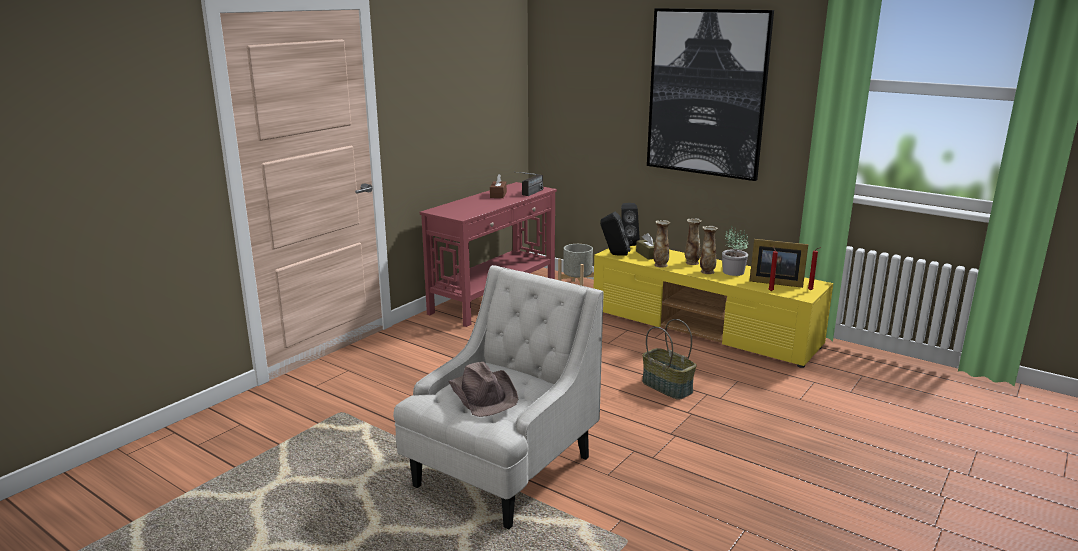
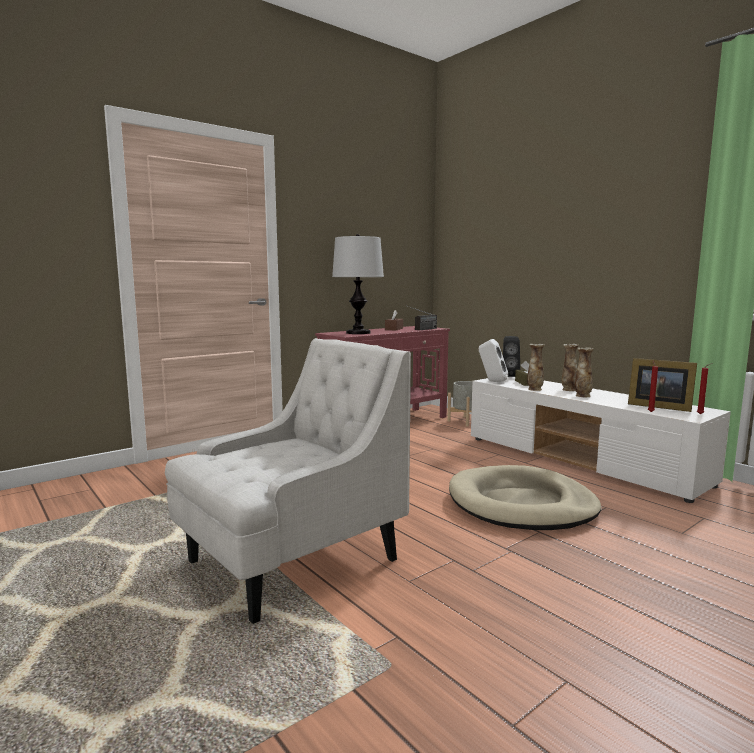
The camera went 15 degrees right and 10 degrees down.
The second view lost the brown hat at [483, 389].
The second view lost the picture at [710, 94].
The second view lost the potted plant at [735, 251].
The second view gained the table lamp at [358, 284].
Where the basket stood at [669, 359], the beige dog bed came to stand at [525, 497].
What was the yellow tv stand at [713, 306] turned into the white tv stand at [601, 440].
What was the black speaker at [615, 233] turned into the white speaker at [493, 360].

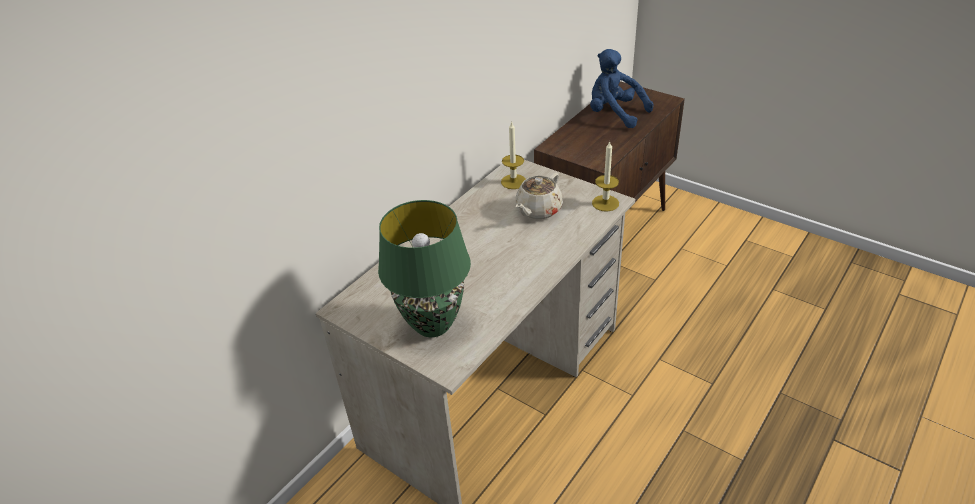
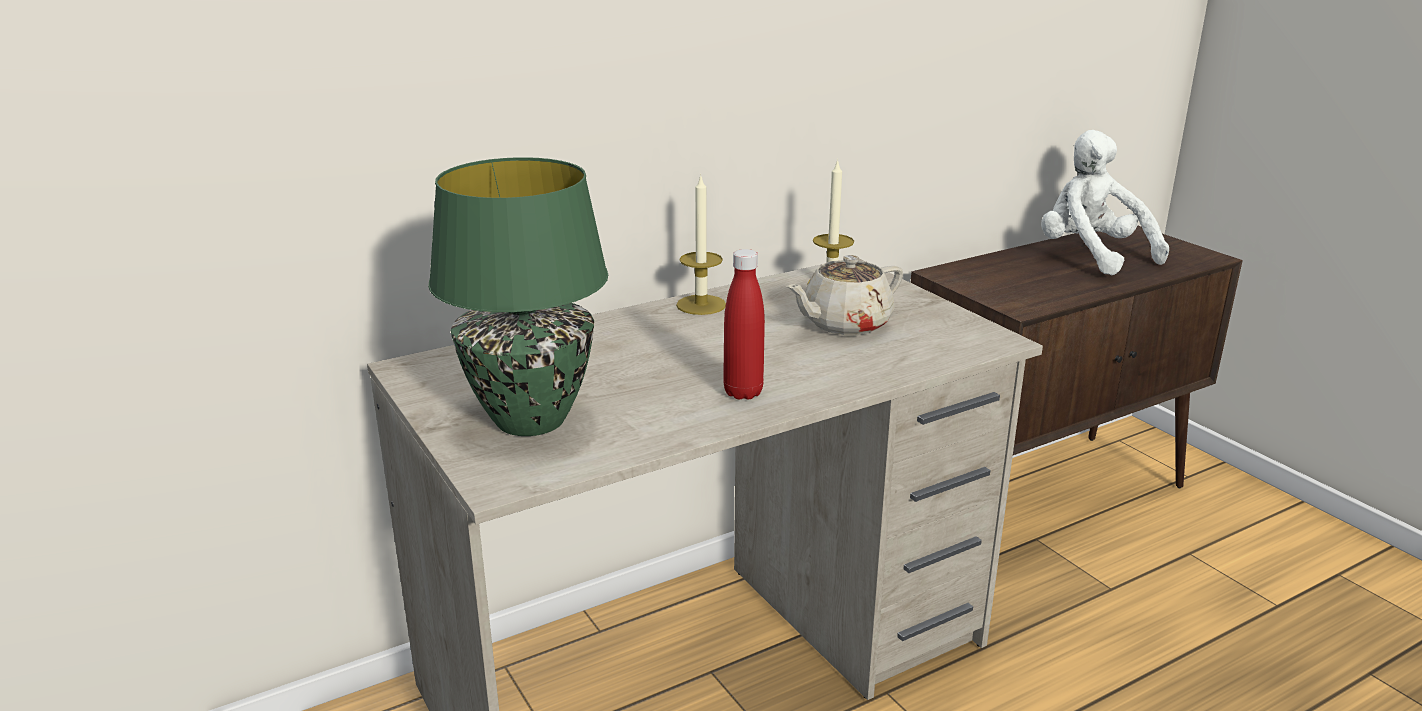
The camera went 20 degrees right and 15 degrees down.
The second view gained the red bottle at [744, 324].
The candle ended up elsewhere, having gone from [605, 176] to [701, 244].
What was the blue plush toy at [621, 88] turned into the white plush toy at [1105, 202].

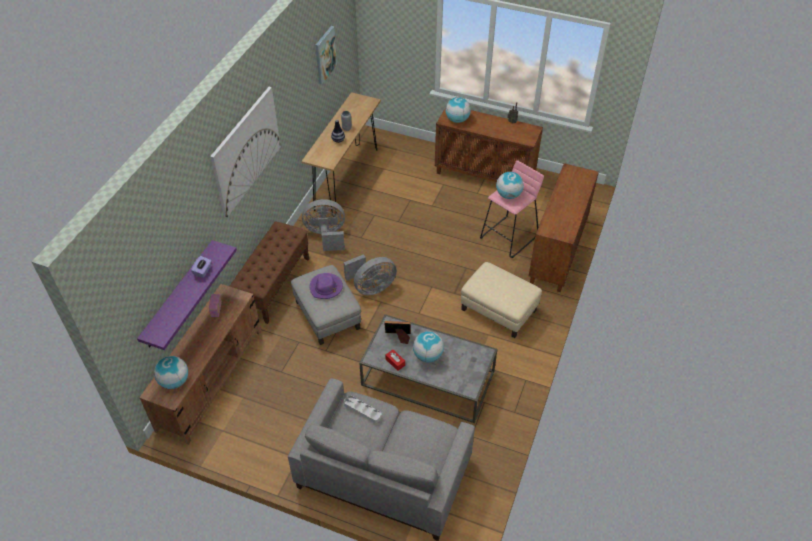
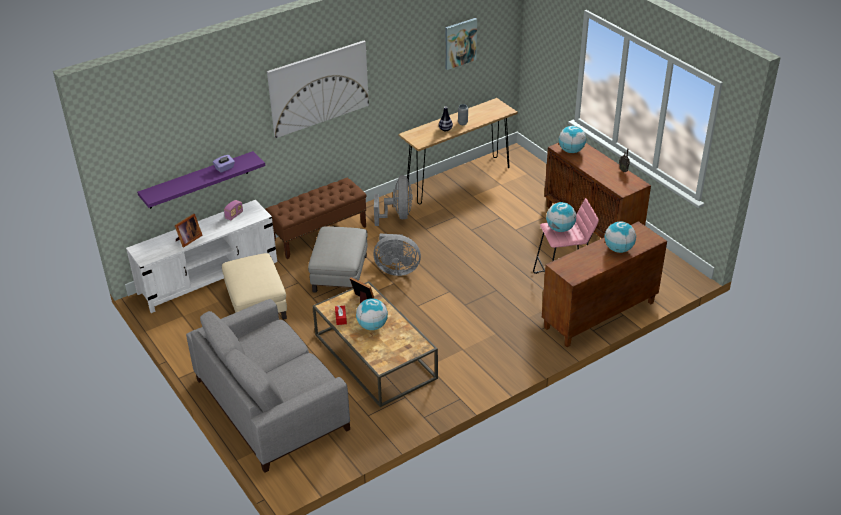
The camera went 35 degrees right and 10 degrees down.
The second view lost the purple hat at [326, 286].
The second view lost the grey tray at [363, 409].
The second view gained the picture frame at [189, 230].
The globe ended up elsewhere, having gone from [171, 372] to [620, 237].
The beige ottoman ended up elsewhere, having gone from [501, 300] to [254, 286].
What was the brown tv stand at [200, 364] turned into the white tv stand at [201, 256].
What was the grey coffee table at [428, 368] turned into the brown coffee table at [375, 344].
The grey fan at [323, 225] ended up facing another way, 60 degrees clockwise from before.

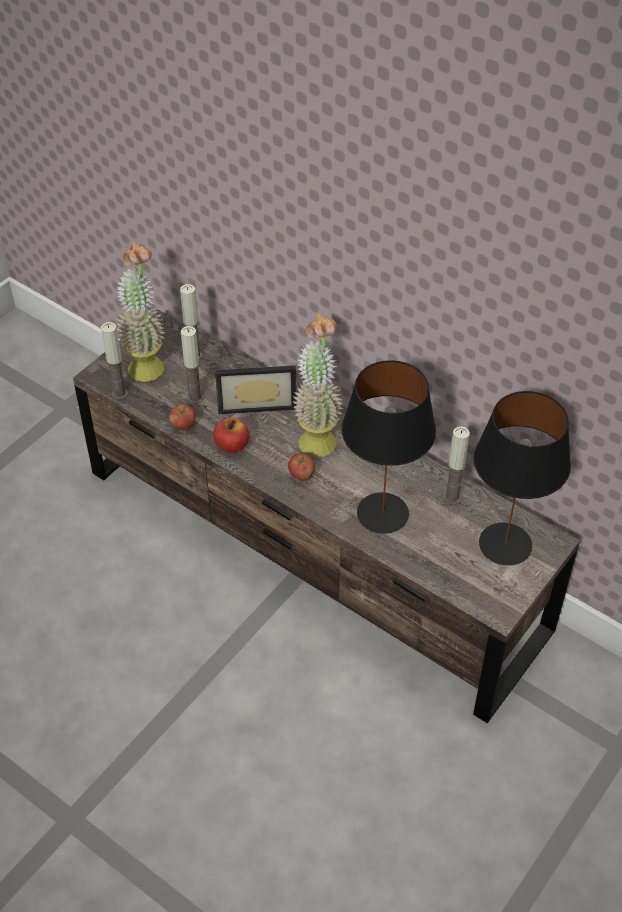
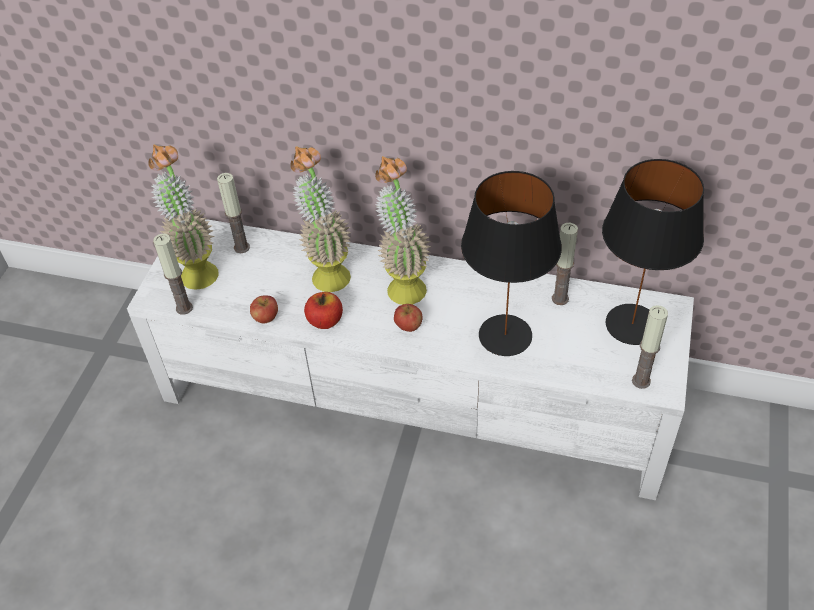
The camera went 20 degrees left and 0 degrees up.
The candle ended up elsewhere, having gone from [192, 365] to [650, 347].
Where the picture frame stood at [256, 390], the potted plant came to stand at [320, 219].
What was the brown tv stand at [326, 516] turned into the white tv stand at [410, 359].

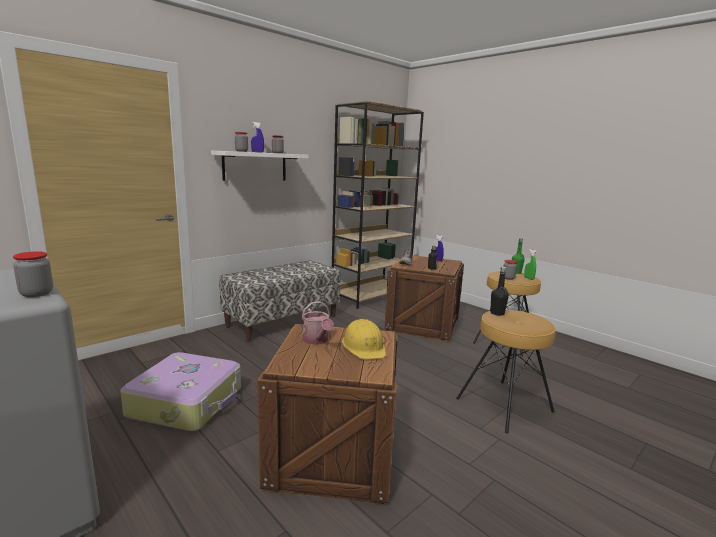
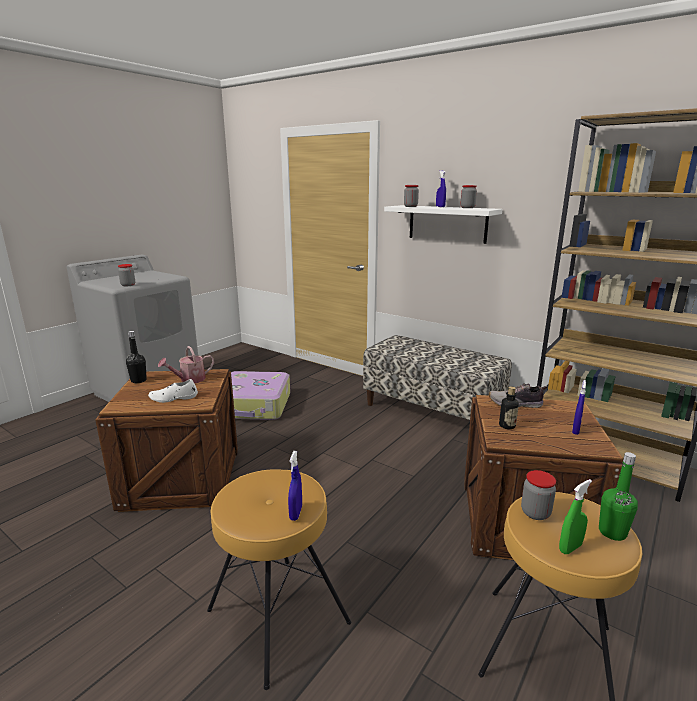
The camera went 80 degrees right and 5 degrees up.
The second view gained the blue spray bottle at [295, 486].
The black bottle ended up elsewhere, having gone from [499, 291] to [136, 357].
Where the yellow hard hat stood at [364, 339], the white shoe came to stand at [173, 391].

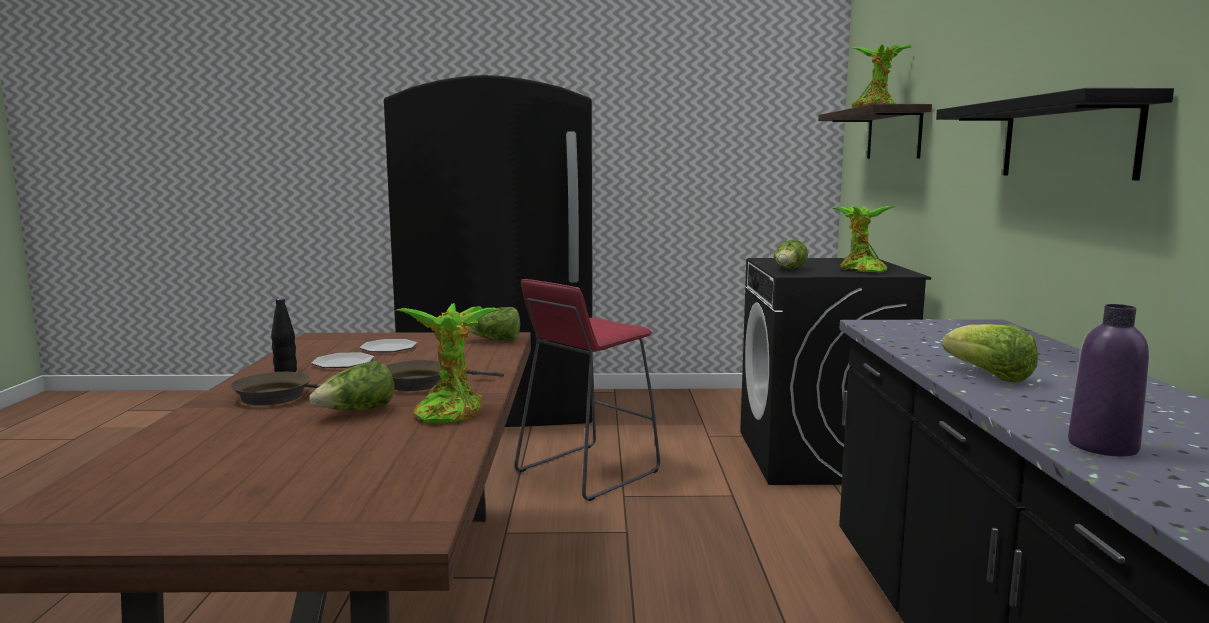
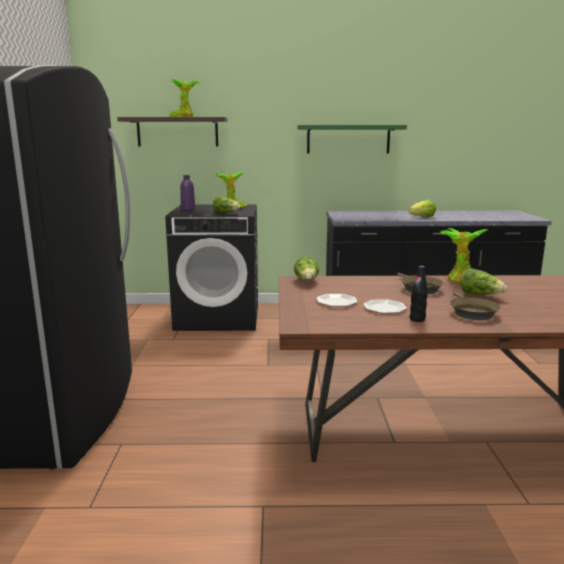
The camera went 90 degrees left and 5 degrees up.
The second view lost the red stool at [587, 390].
The purple bottle ended up elsewhere, having gone from [1108, 380] to [187, 192].
What was the black shelf at [1055, 134] turned into the green shelf at [352, 139].

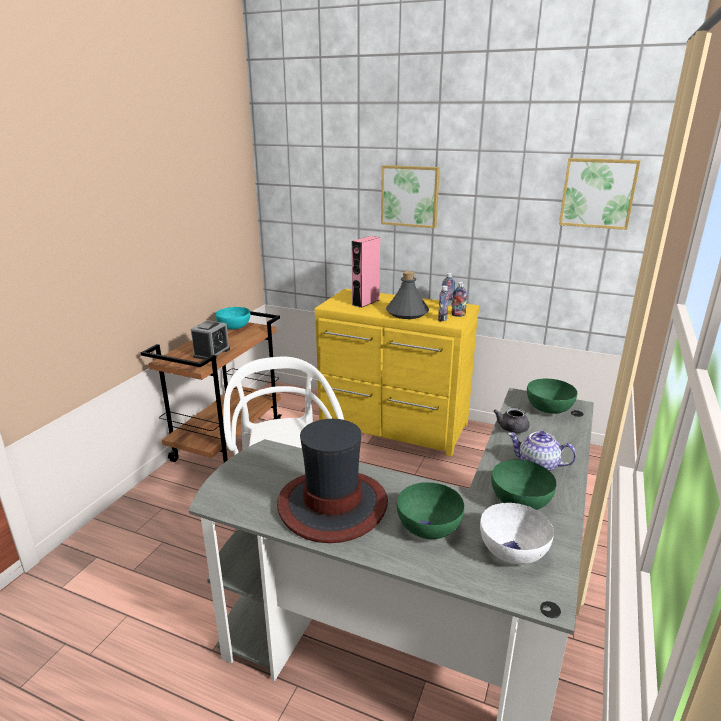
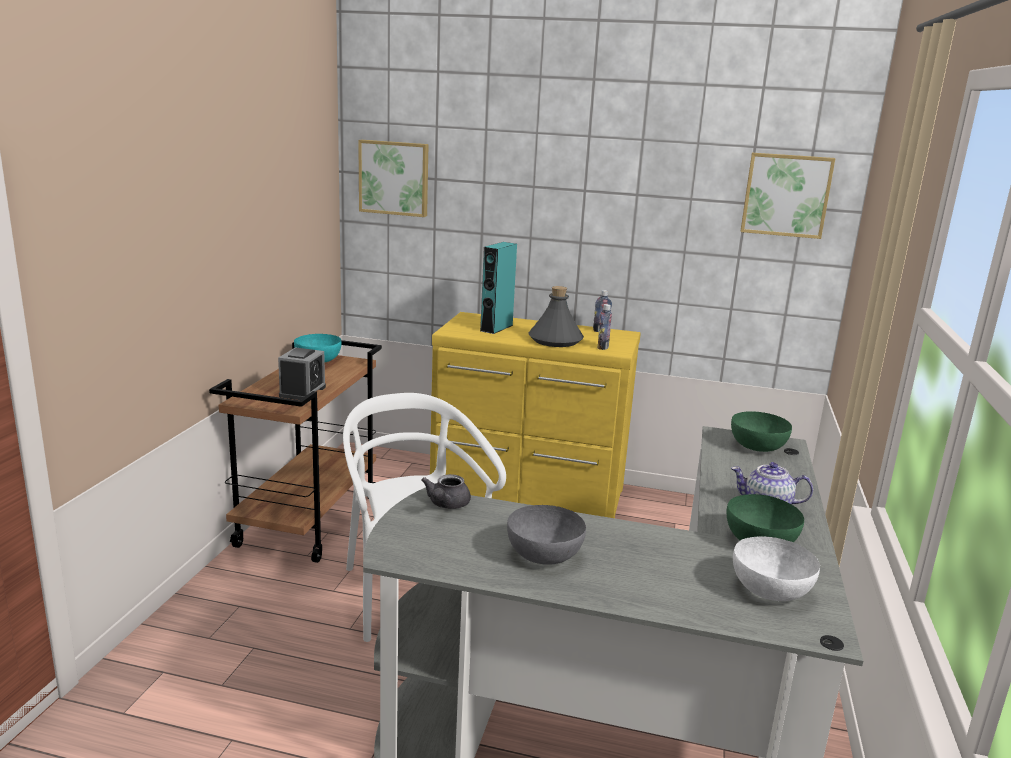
The camera went 10 degrees left and 5 degrees down.
The second view lost the green bowl at [430, 510].
The second view lost the bottle at [459, 299].
The picture ended up elsewhere, having gone from [410, 196] to [393, 178].
The grey teapot ended up elsewhere, having gone from [511, 420] to [446, 491].
Where the hat stood at [332, 481], the grey bowl came to stand at [546, 535].
What was the pink speaker at [366, 272] turned into the turquoise speaker at [498, 288].

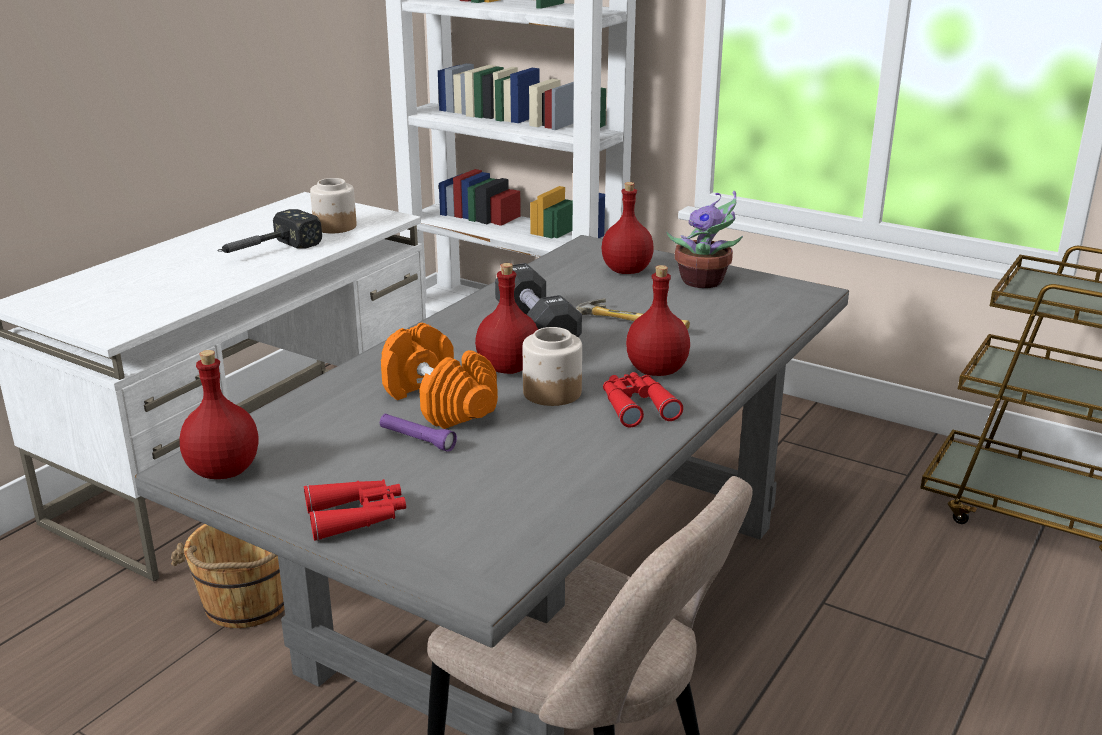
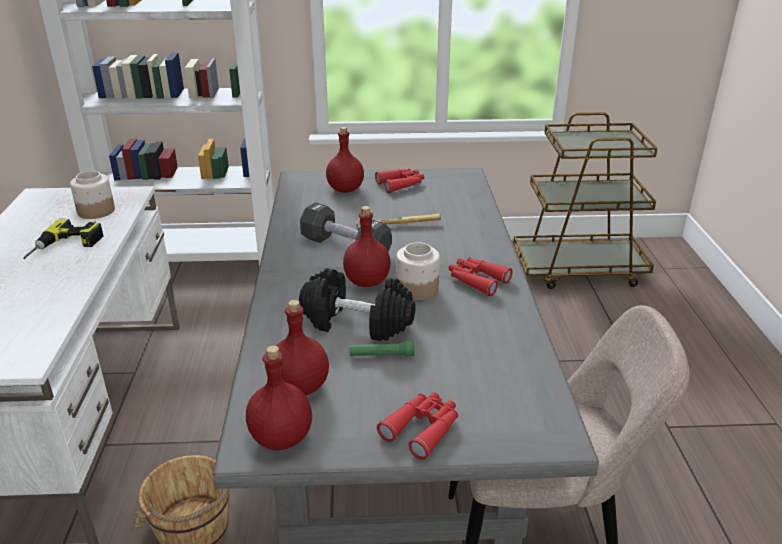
The camera went 35 degrees left and 5 degrees up.
The red bottle ended up elsewhere, having gone from [658, 320] to [302, 348].
Where the hammer stood at [269, 231], the power drill came to stand at [63, 239].
Where the potted plant stood at [704, 239], the red binoculars came to stand at [399, 180].
What was the purple flashlight at [418, 433] turned into the green flashlight at [381, 348].
What was the orange dumbbell at [439, 376] turned into the black dumbbell at [357, 304].

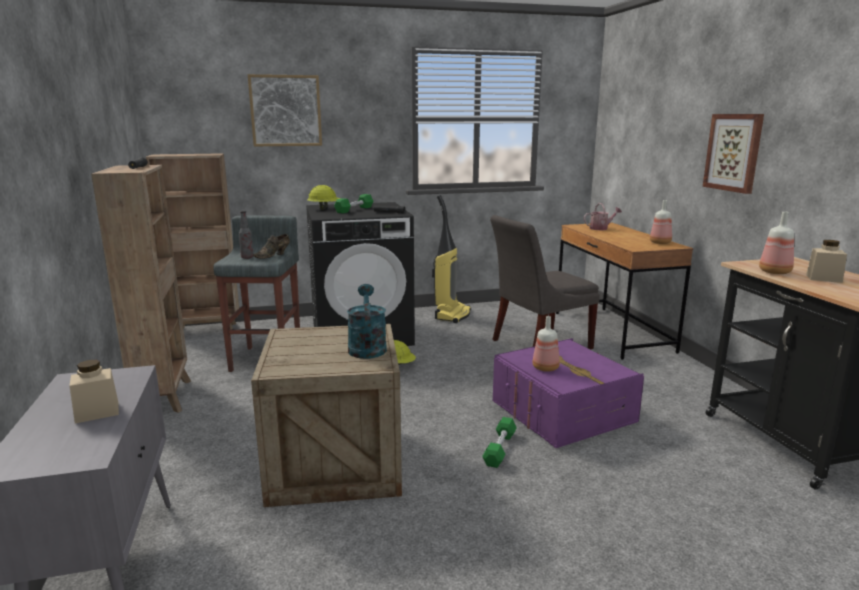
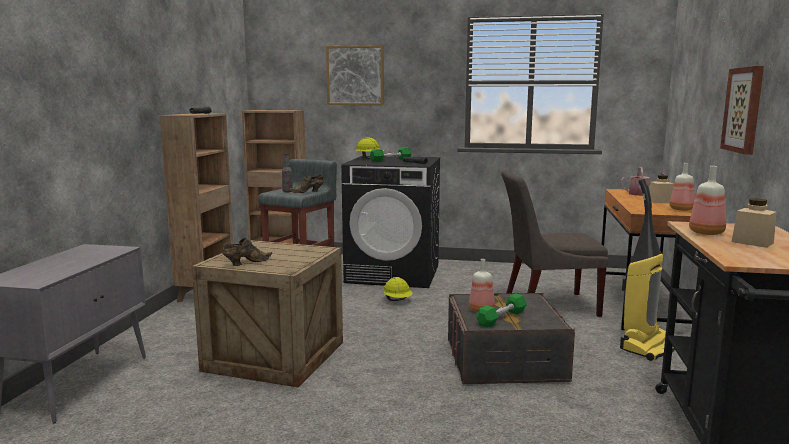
The camera went 25 degrees right and 5 degrees down.
The second view lost the turquoise watering can at [367, 321].
The second view gained the brown shoe at [247, 252].
The beige jar ended up elsewhere, having gone from [94, 392] to [661, 189].
The vacuum cleaner ended up elsewhere, having gone from [451, 259] to [647, 270].
The green dumbbell ended up elsewhere, having gone from [499, 442] to [501, 310].
What was the purple storage box at [568, 393] turned into the grey storage box at [511, 338].

